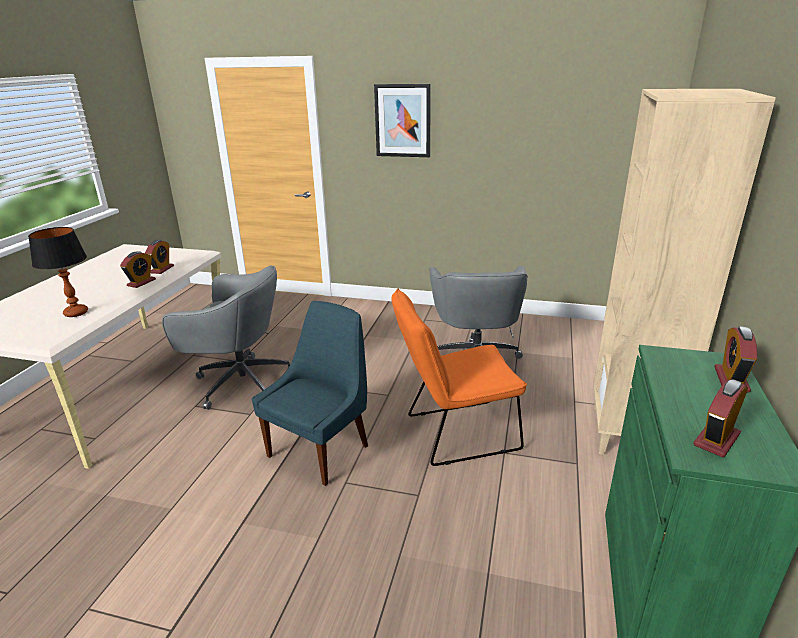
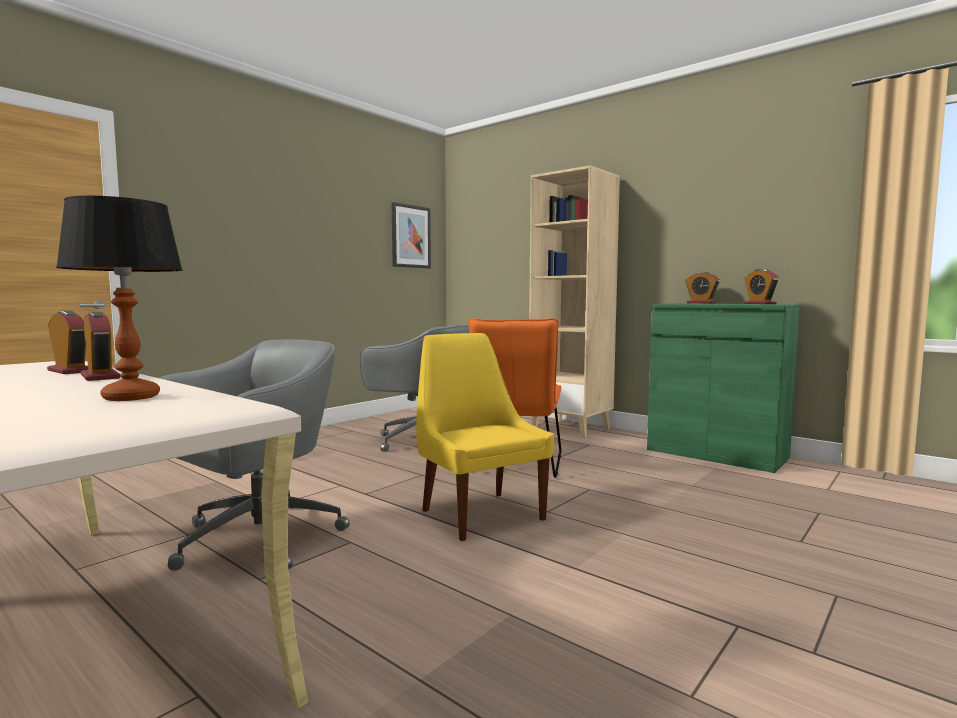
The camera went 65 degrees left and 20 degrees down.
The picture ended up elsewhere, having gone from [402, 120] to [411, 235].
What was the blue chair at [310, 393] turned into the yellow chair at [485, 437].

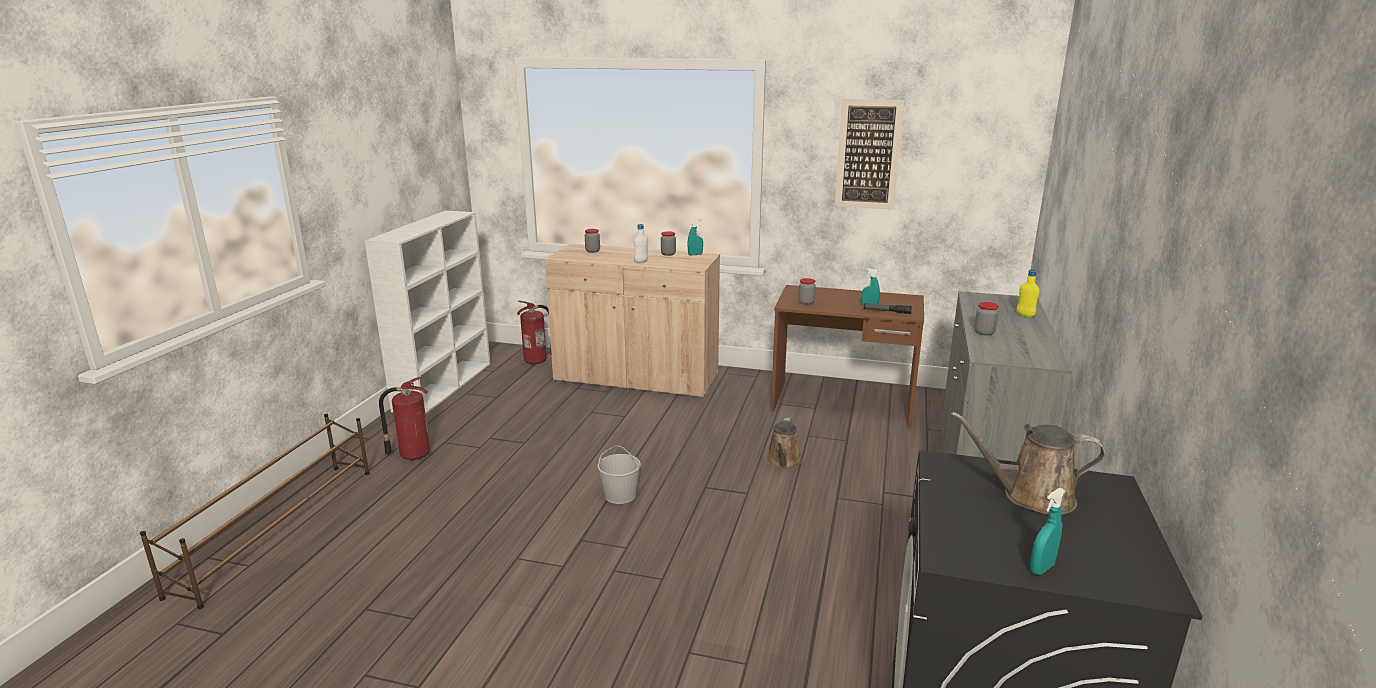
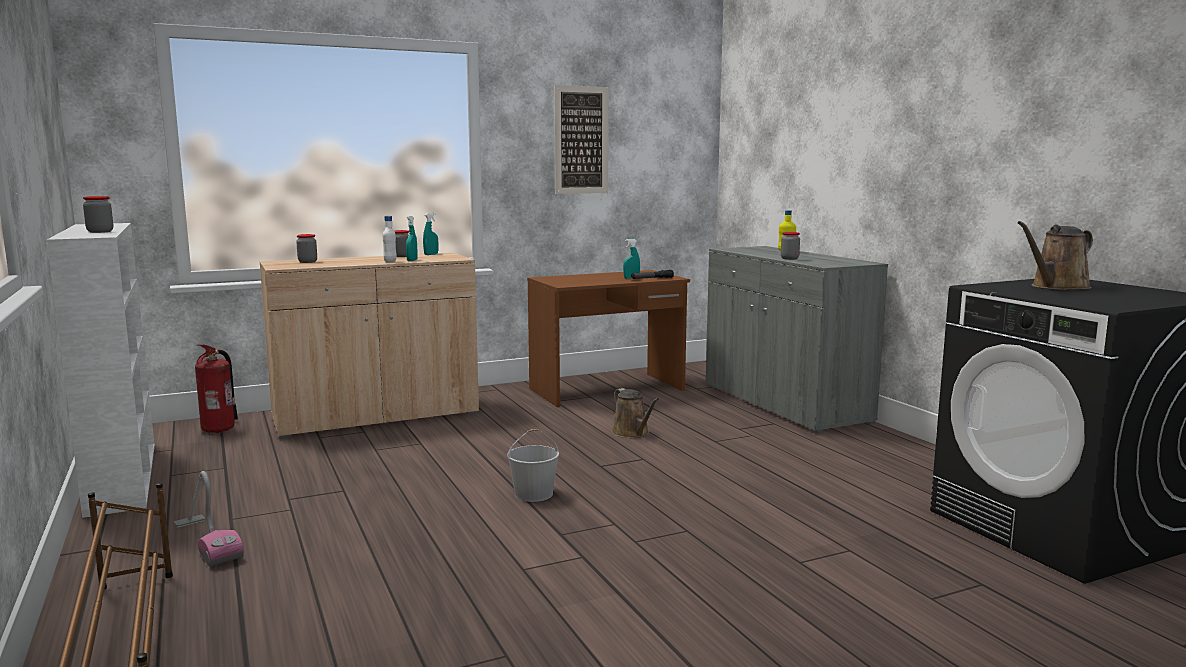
The camera went 40 degrees left and 10 degrees down.
The jar ended up elsewhere, having gone from [807, 291] to [98, 214].
The turquoise spray bottle ended up elsewhere, having gone from [1047, 531] to [412, 238].
Where the fire extinguisher stood at [404, 419], the vacuum cleaner came to stand at [209, 518].

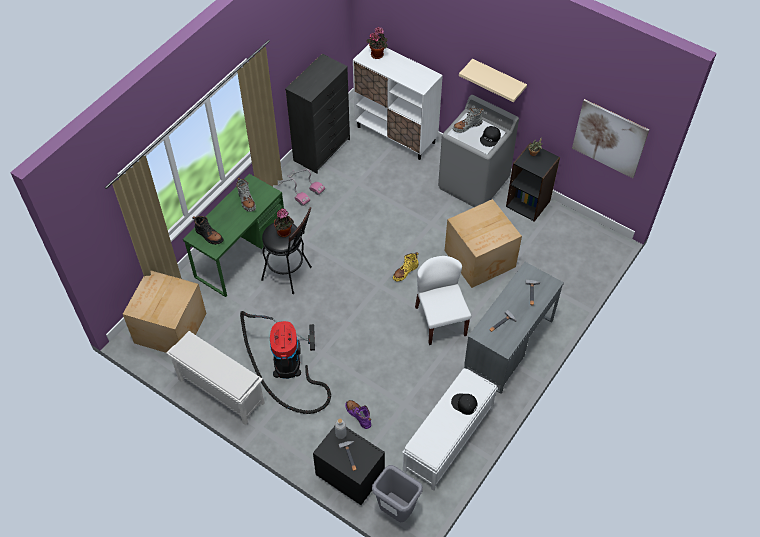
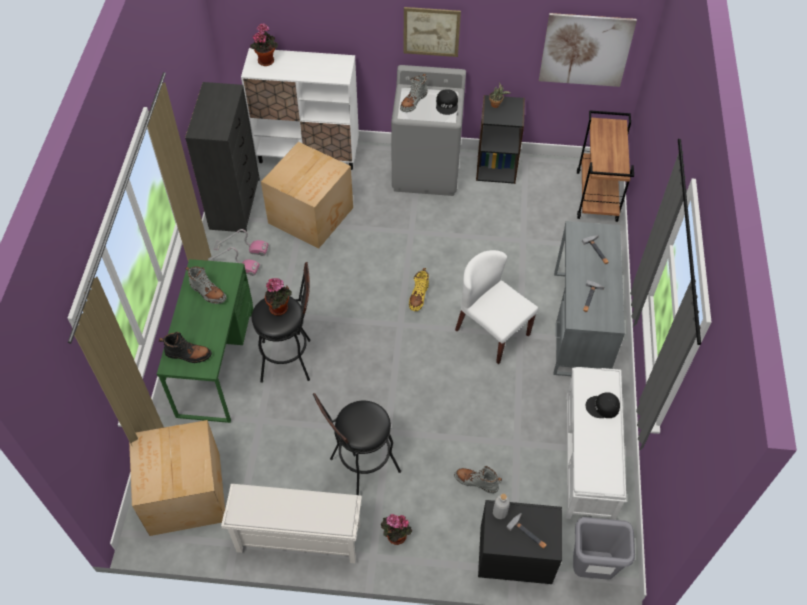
The camera went 30 degrees left and 0 degrees up.
The second view gained the potted plant at [397, 529].
The second view gained the brown cart at [605, 166].
The cardboard box ended up elsewhere, having gone from [483, 243] to [307, 195].
Where the vacuum cleaner stood at [285, 362], the black stool came to stand at [357, 444].
Where the beige shelf hung at [493, 80], the picture came to hang at [432, 32].
What was the purple boot at [358, 414] turned into the grey boot at [478, 480].

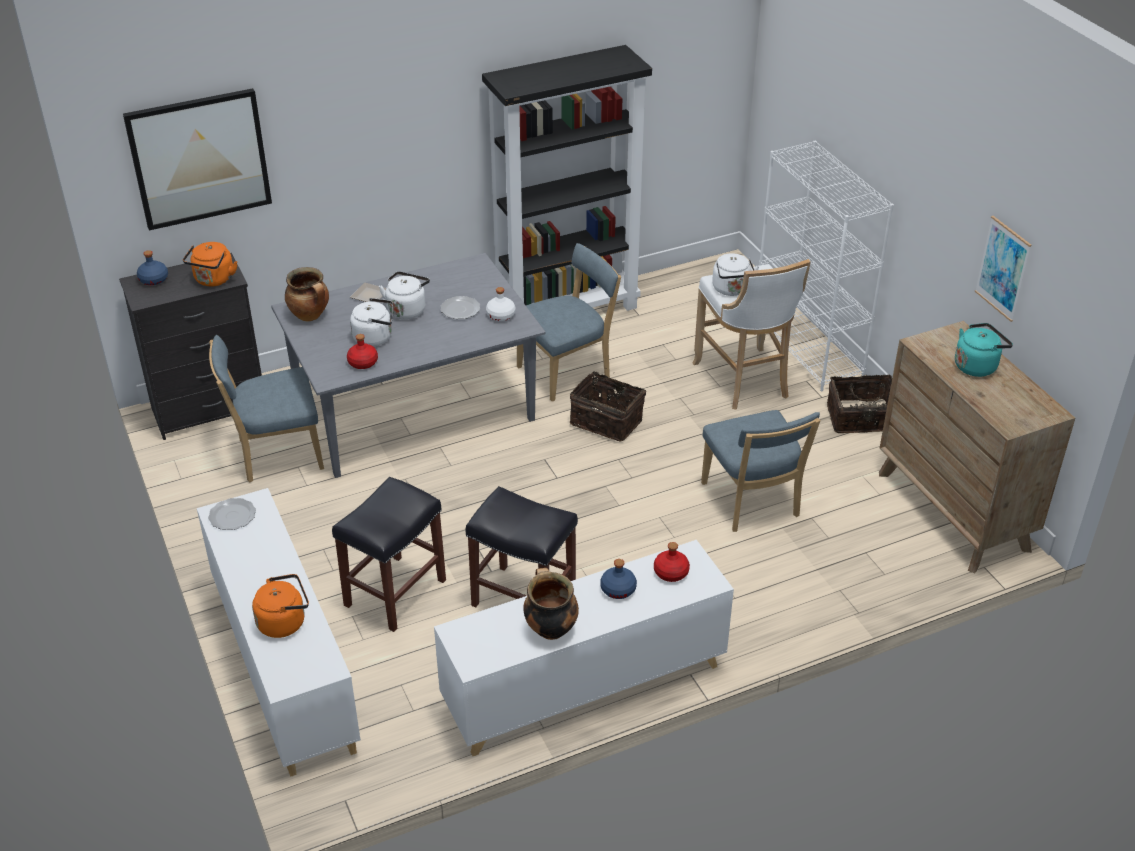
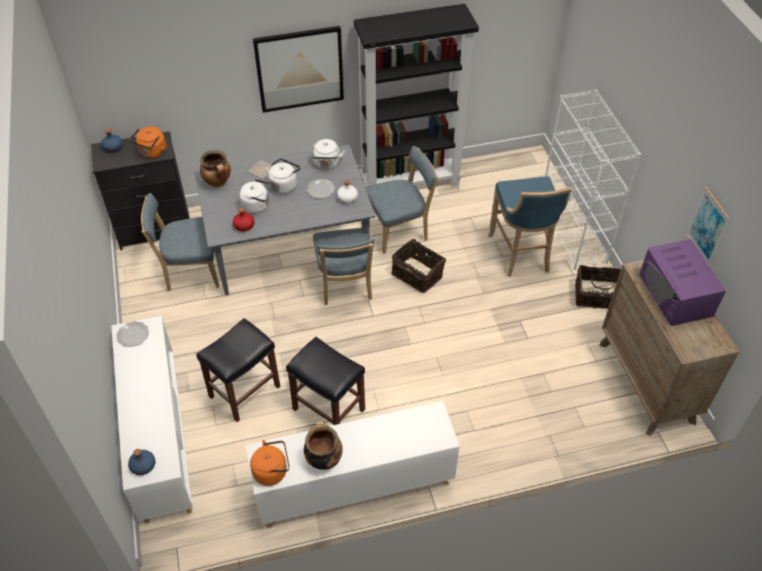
The camera went 10 degrees right and 10 degrees up.
The second view lost the red bottle at [672, 562].
The picture ended up elsewhere, having gone from [197, 159] to [298, 69].
The orange kettle ended up elsewhere, having gone from [280, 606] to [269, 463].
The blue bottle ended up elsewhere, having gone from [618, 579] to [142, 462].
The blue chair ended up elsewhere, having gone from [761, 471] to [343, 266].
The white kettle ended up elsewhere, having gone from [735, 274] to [329, 154].
Where the turquoise kettle stood at [984, 350], the purple microwave came to stand at [682, 282].
What was the white stool at [751, 334] turned into the blue stool at [530, 226].

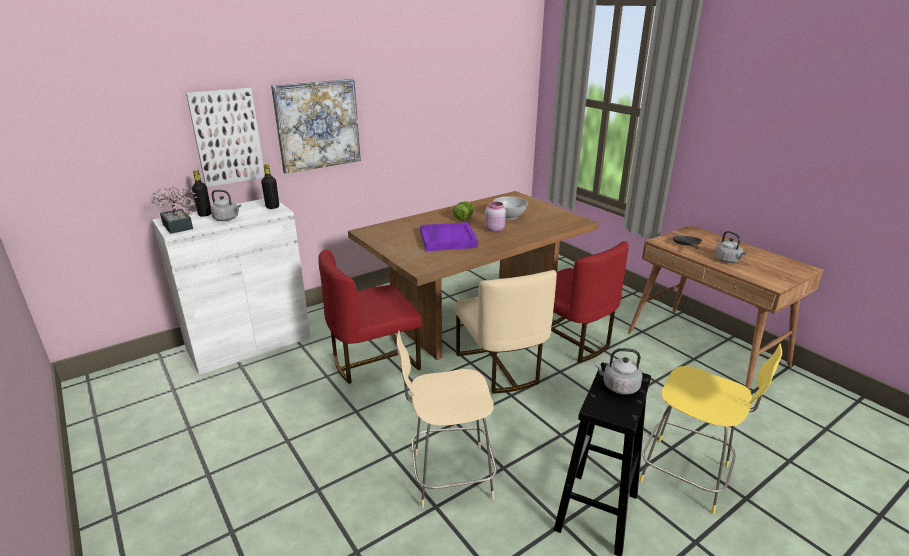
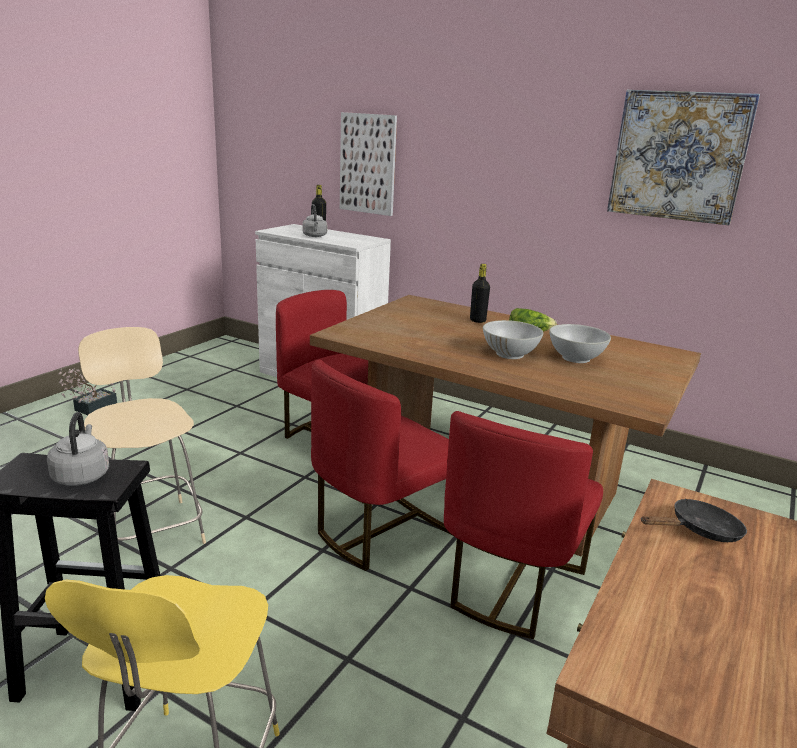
The camera went 65 degrees right and 5 degrees down.
The second view lost the purple tray at [449, 236].
The second view lost the grey kettle at [731, 247].
The potted plant ended up elsewhere, having gone from [174, 210] to [88, 391].
The black bottle ended up elsewhere, having gone from [270, 186] to [480, 293].
The picture ended up elsewhere, having gone from [316, 126] to [683, 157].
Where the pink jar stood at [495, 216], the white bowl came to stand at [513, 339].
What was the beige chair at [506, 332] turned into the red chair at [382, 465].

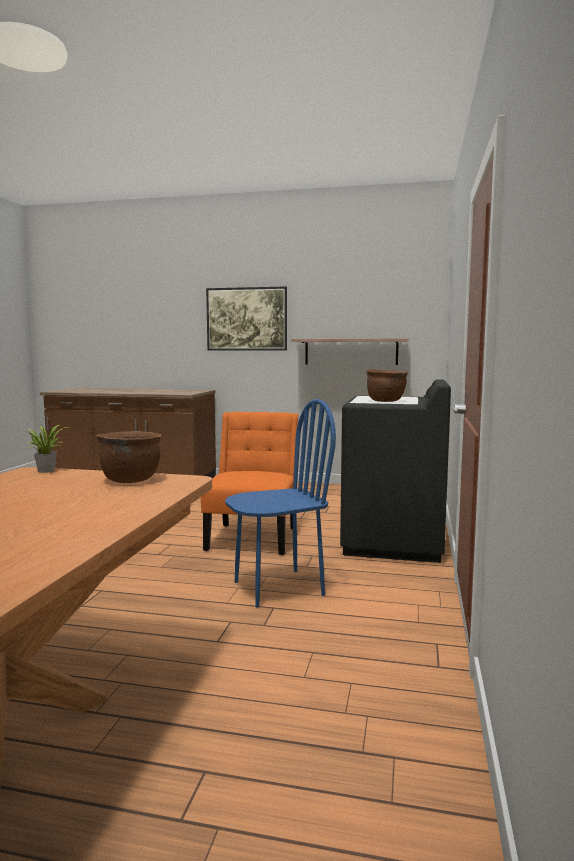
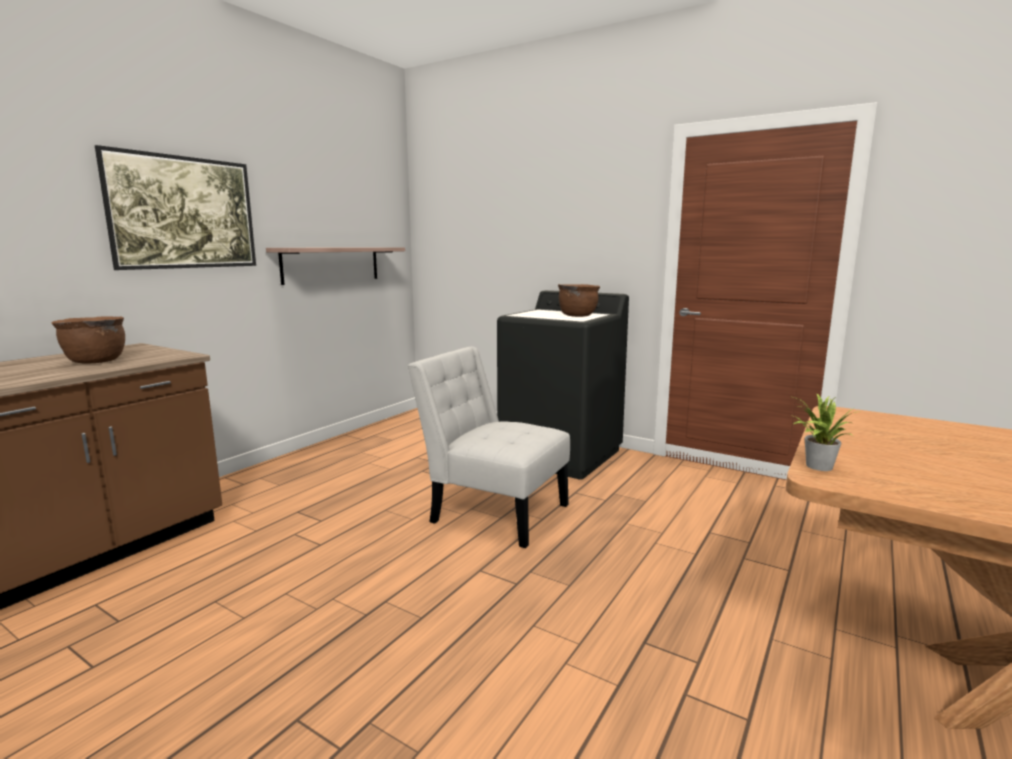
The camera went 70 degrees left and 5 degrees up.
The second view lost the blue chair at [280, 503].
The brown cooking pot ended up elsewhere, having gone from [129, 457] to [88, 340].
What was the orange chair at [250, 483] turned into the white chair at [489, 447].

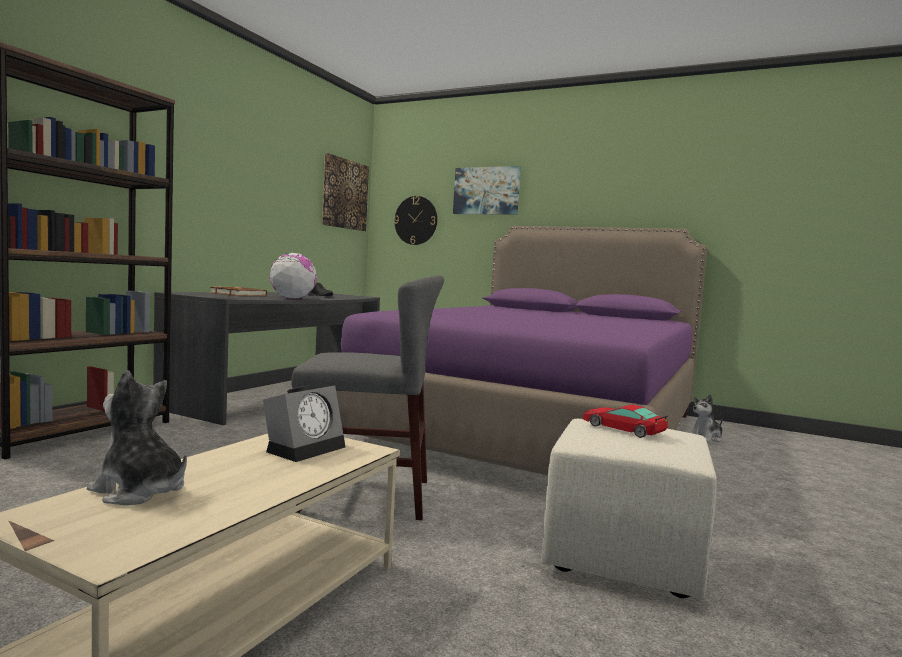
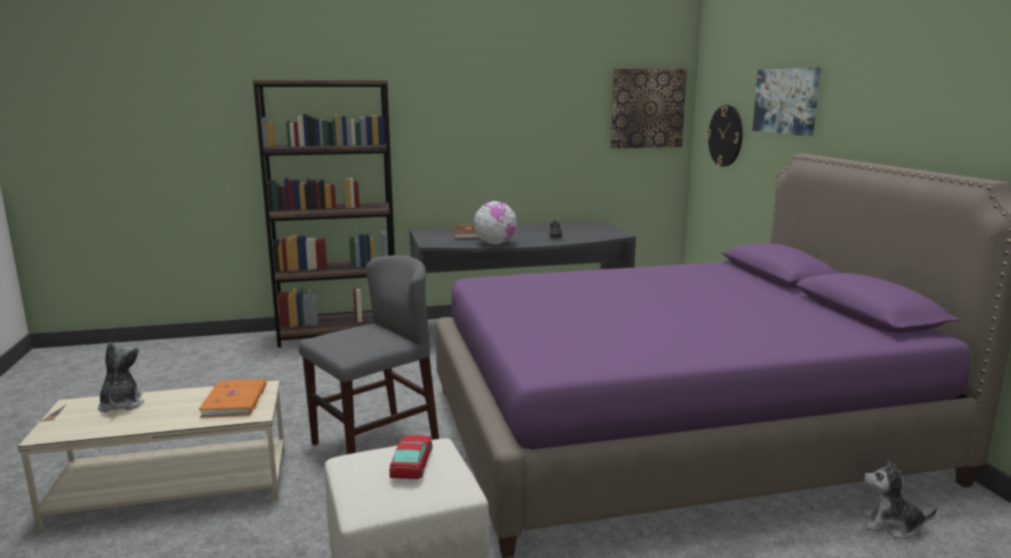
The camera went 50 degrees right and 10 degrees up.
Where the alarm clock stood at [304, 423], the orange book came to stand at [232, 398].
The grey chair at [367, 397] ended up facing another way, 90 degrees counterclockwise from before.

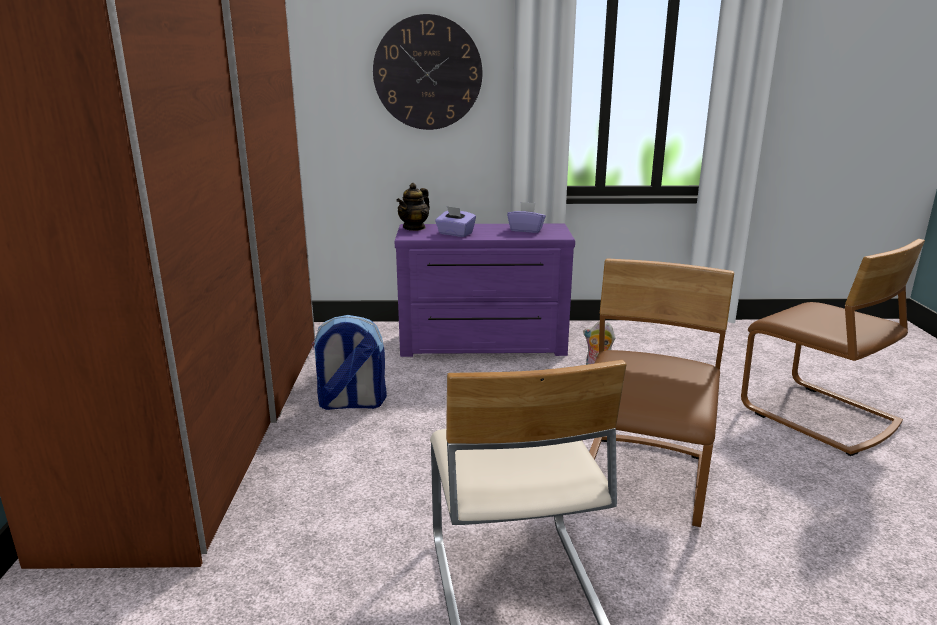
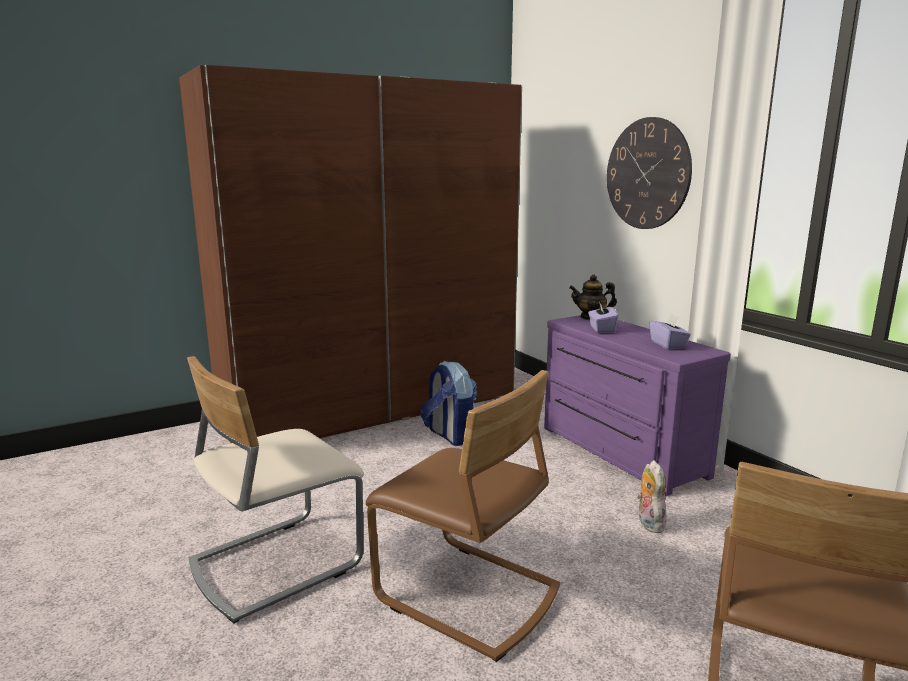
The camera went 60 degrees right and 5 degrees down.
The brown chair at [658, 392] ended up facing another way, 45 degrees clockwise from before.

